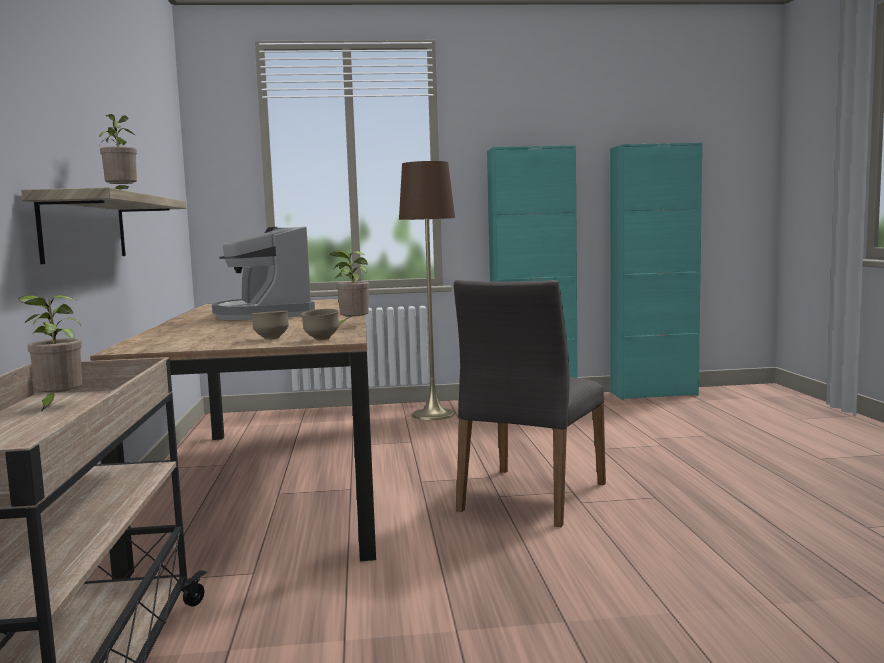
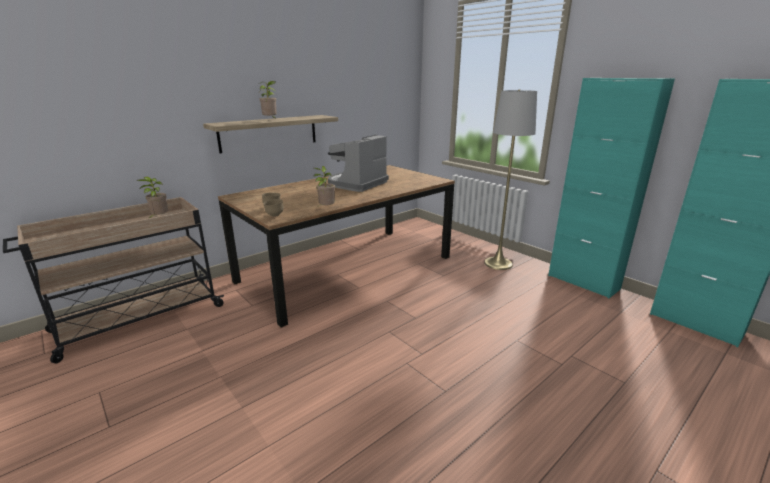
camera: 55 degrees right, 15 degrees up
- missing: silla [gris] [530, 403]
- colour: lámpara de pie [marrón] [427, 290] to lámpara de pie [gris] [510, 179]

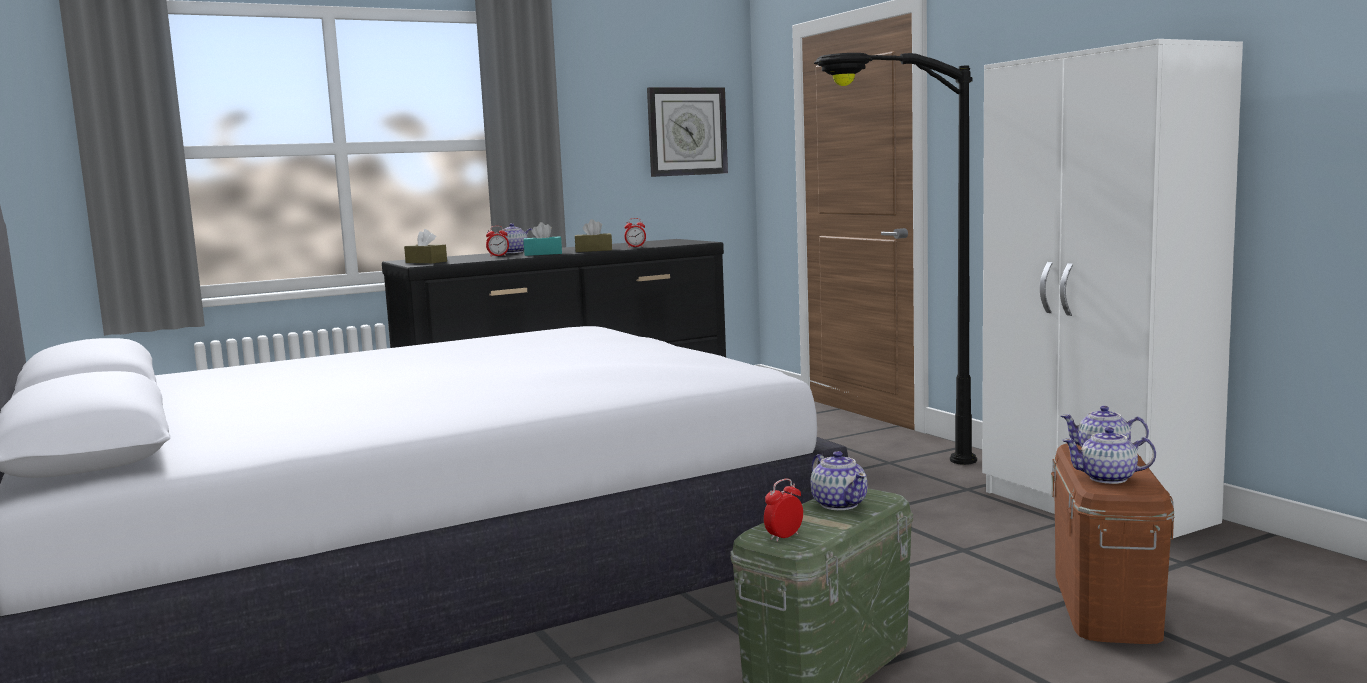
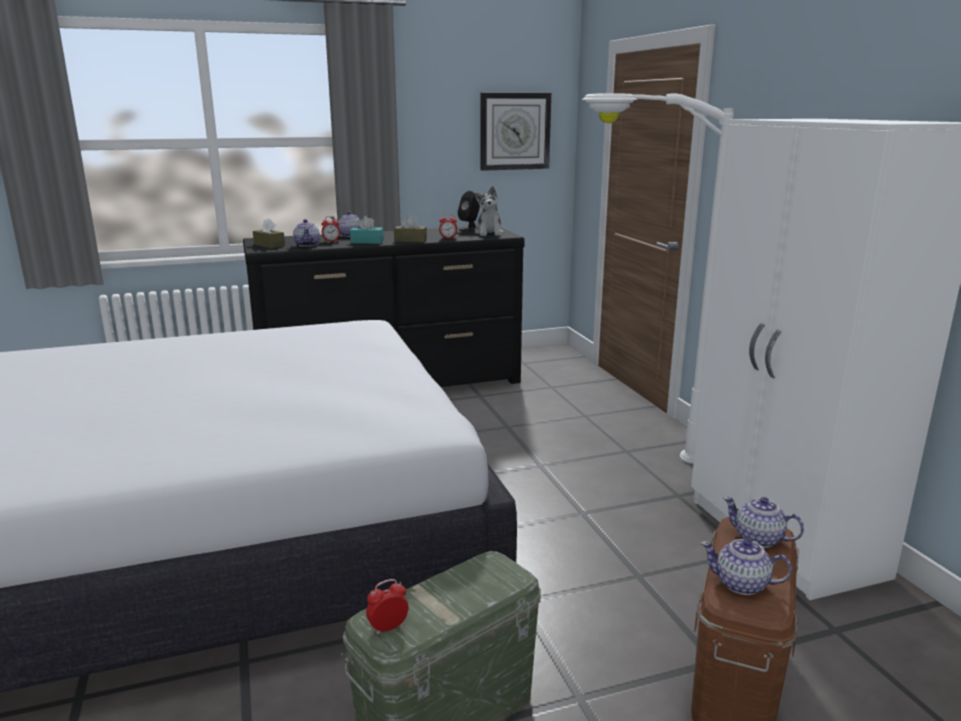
camera: 10 degrees right, 10 degrees up
- appeared: altavoz [negro] [469, 211]
- appeared: peluche [489, 211]
- relocated: tetera [839, 480] to [306, 233]
- colour: lámpara de pie [negro] [895, 259] to lámpara de pie [blanco] [658, 278]

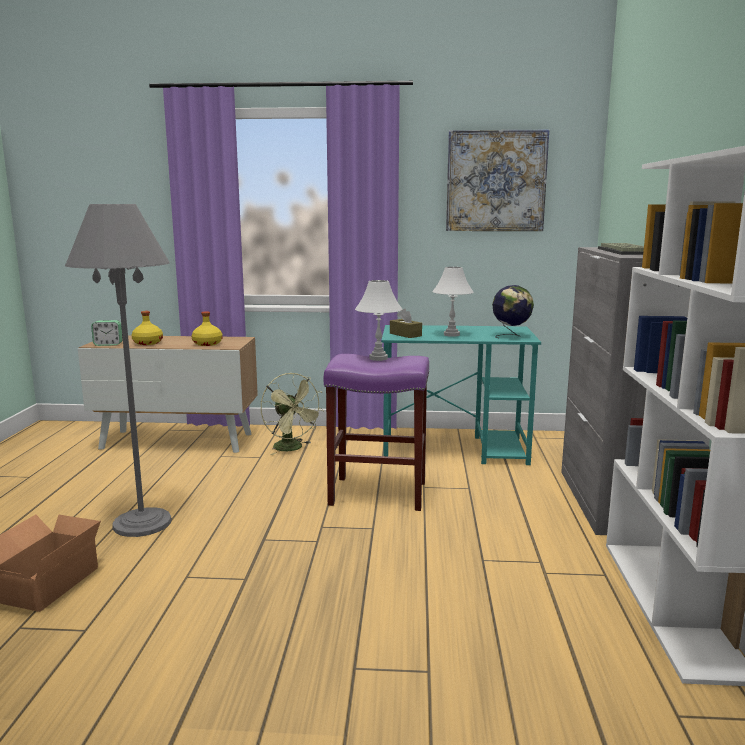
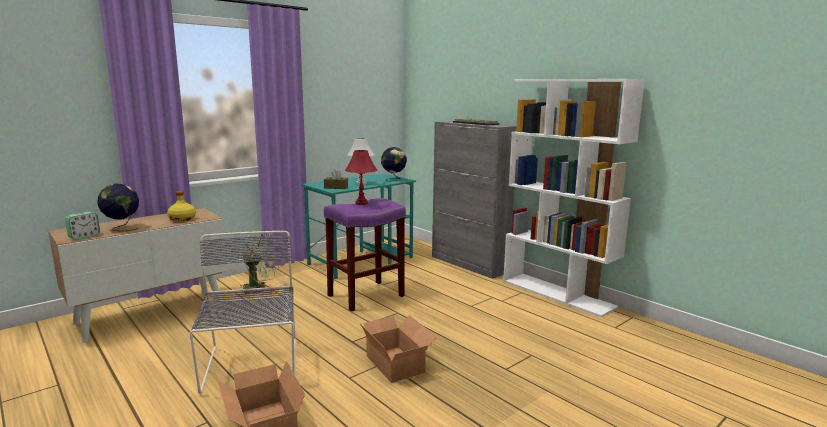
camera: 45 degrees left, 0 degrees up
- missing: cuadro [497, 180]
- appeared: caja de cartón [398, 349]
- exchanged: lámpara de pie [gris] [118, 370] to silla [gris] [242, 312]
- exchanged: botella [amarillo] [147, 328] to globo terráqueo [118, 207]
- colour: lámpara de mesa [blanco] [379, 320] to lámpara de mesa [rojo] [361, 177]

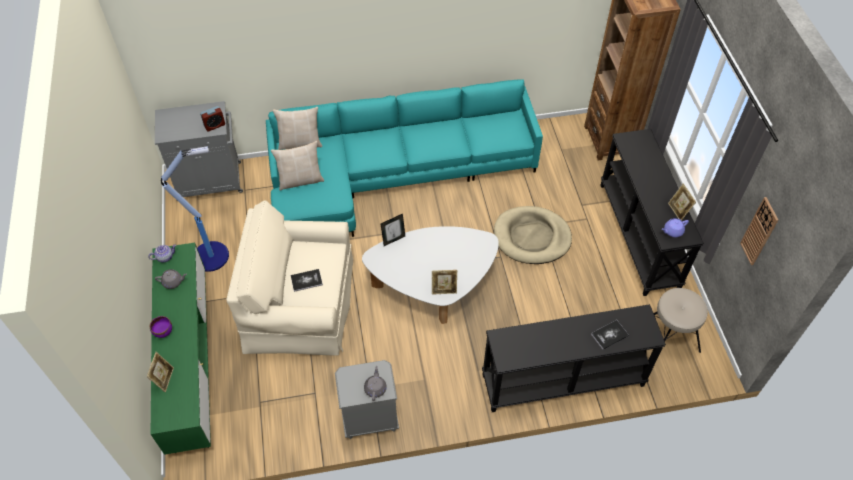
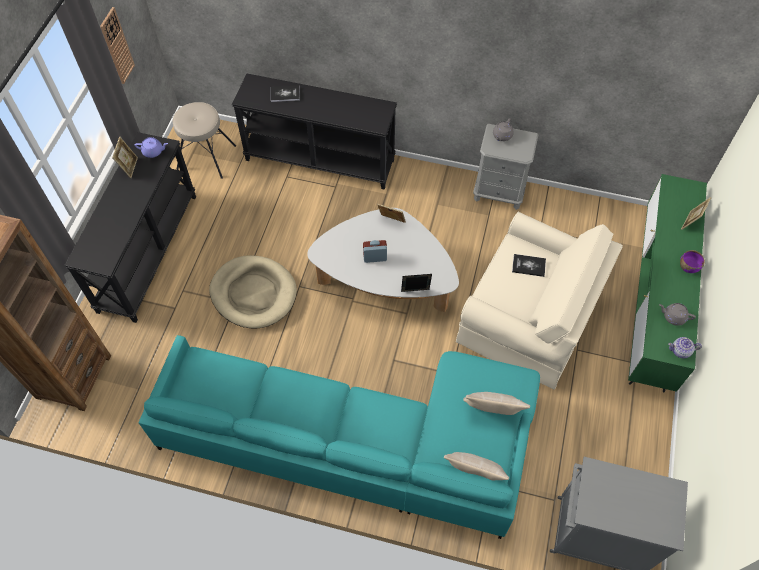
camera: 155 degrees left, 5 degrees up
- missing: lámpara de pie [195, 209]
- relocated: despertador [212, 118] to [375, 251]

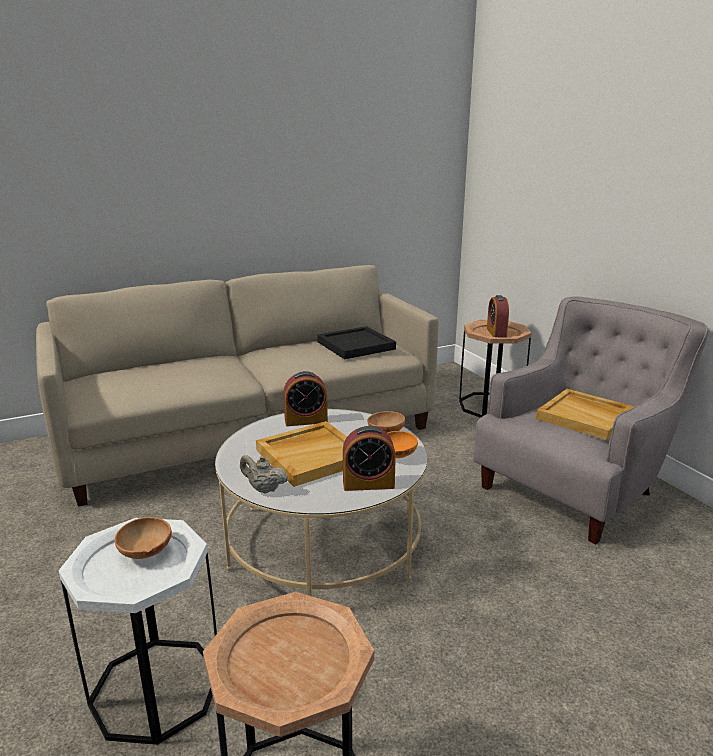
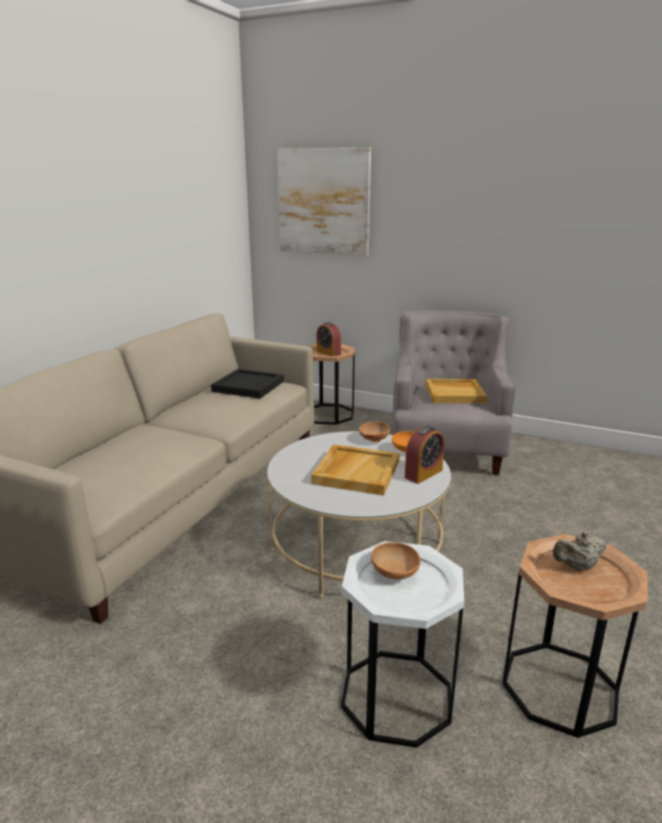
camera: 40 degrees left, 0 degrees up
- missing: despertador [306, 398]
- appeared: cuadro [324, 201]
- relocated: tetera [beis] [264, 474] to [580, 551]

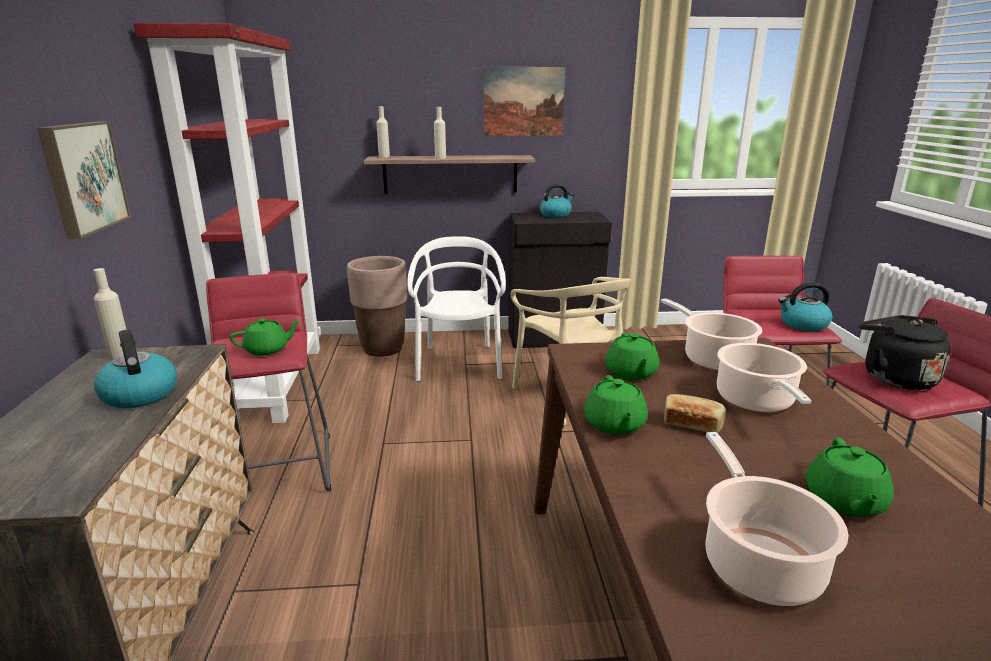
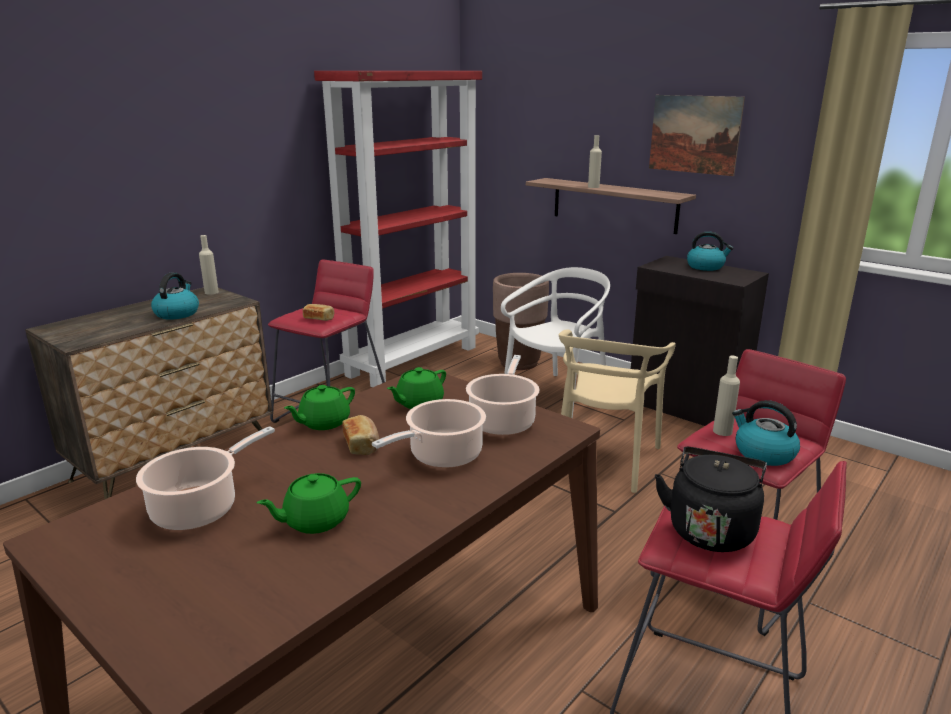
camera: 45 degrees right, 0 degrees up
- missing: cuadro [84, 180]
- relocated: botella [beis] [383, 132] to [726, 396]
- exchanged: tetera [verde] [265, 337] to pan [318, 312]

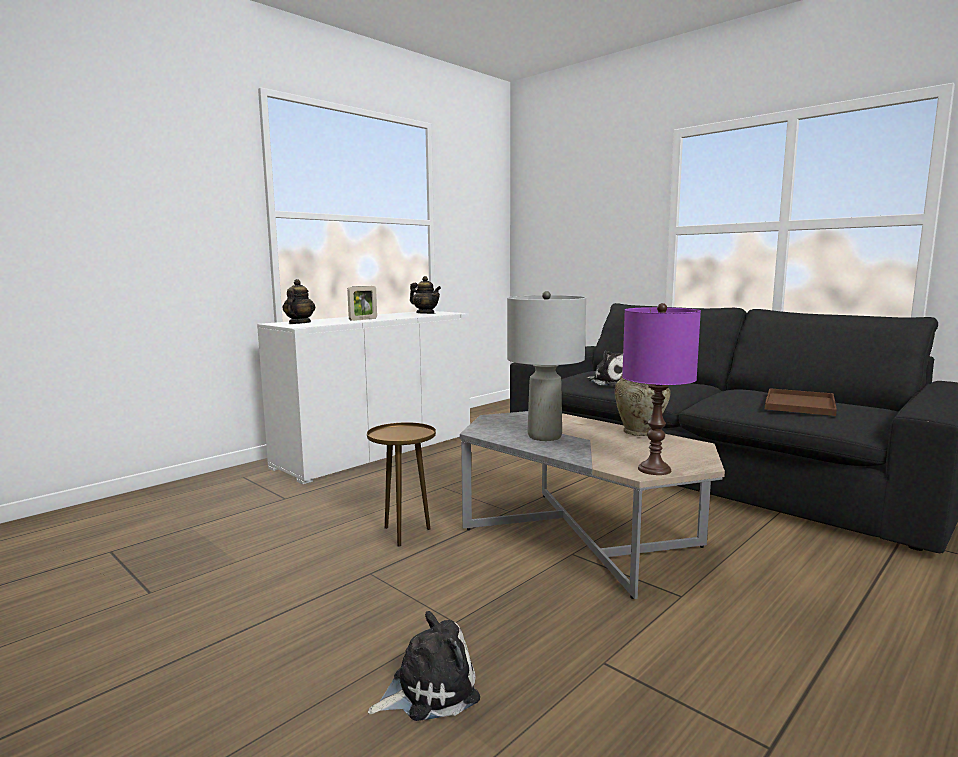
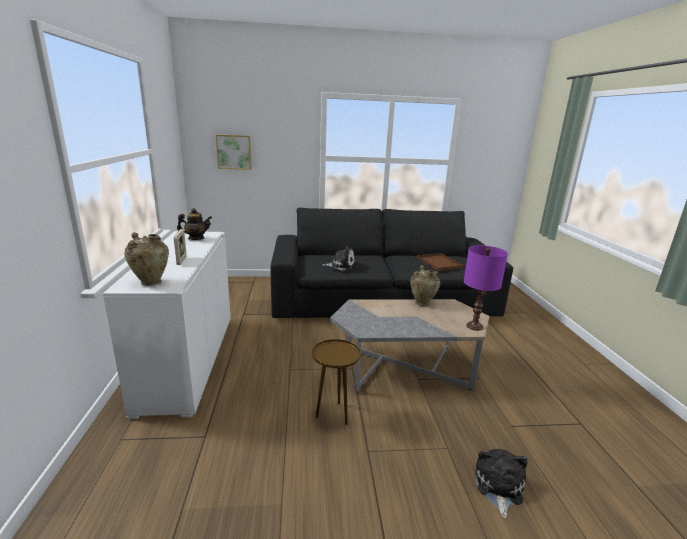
camera: 50 degrees left, 10 degrees up
- missing: lámpara de mesa [gris] [546, 366]
- appeared: cuadro [234, 152]
- exchanged: tetera [298, 301] to florero [beis] [146, 259]

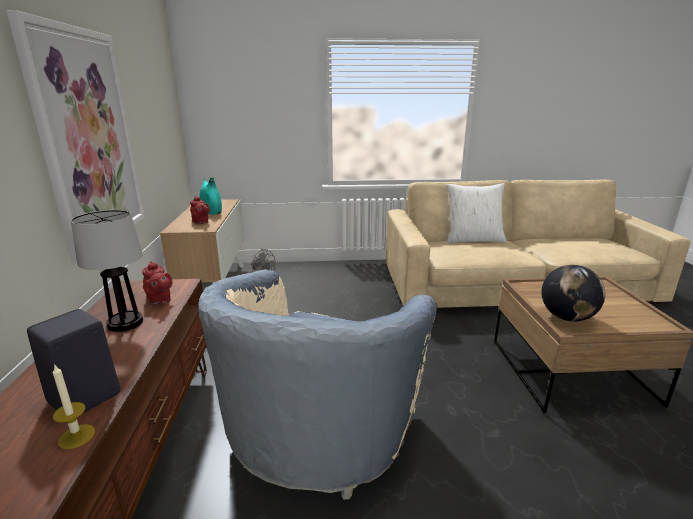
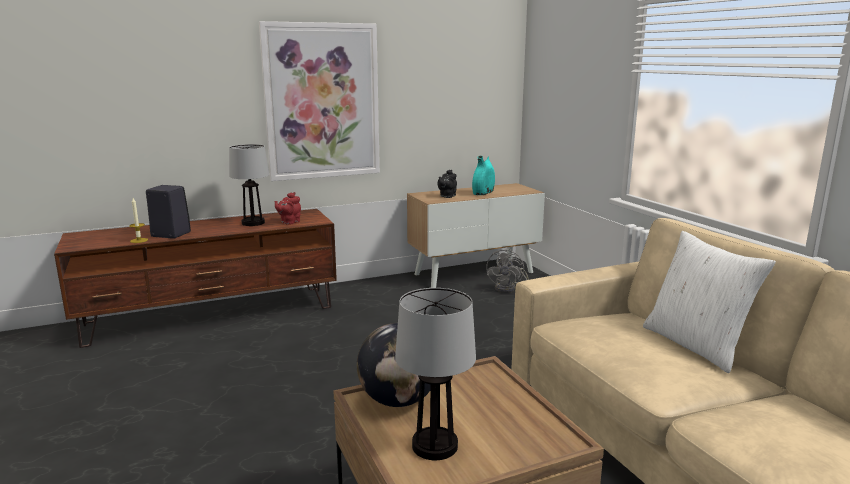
camera: 70 degrees right, 5 degrees down
- missing: sillón [beis] [317, 384]
- appeared: lámpara de mesa [435, 374]
- colour: tetera [rojo] [200, 210] to tetera [negro] [447, 184]

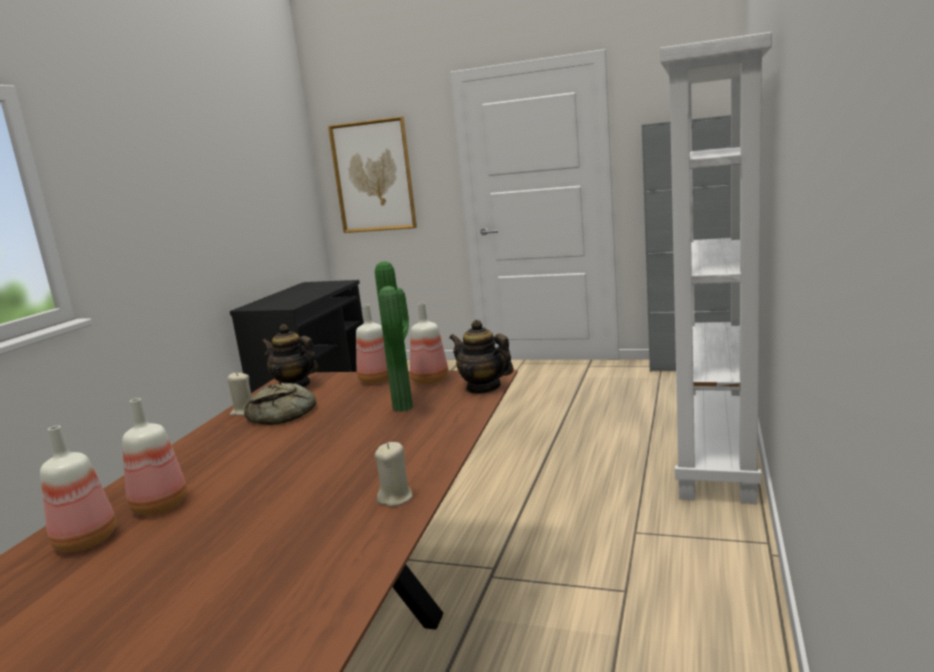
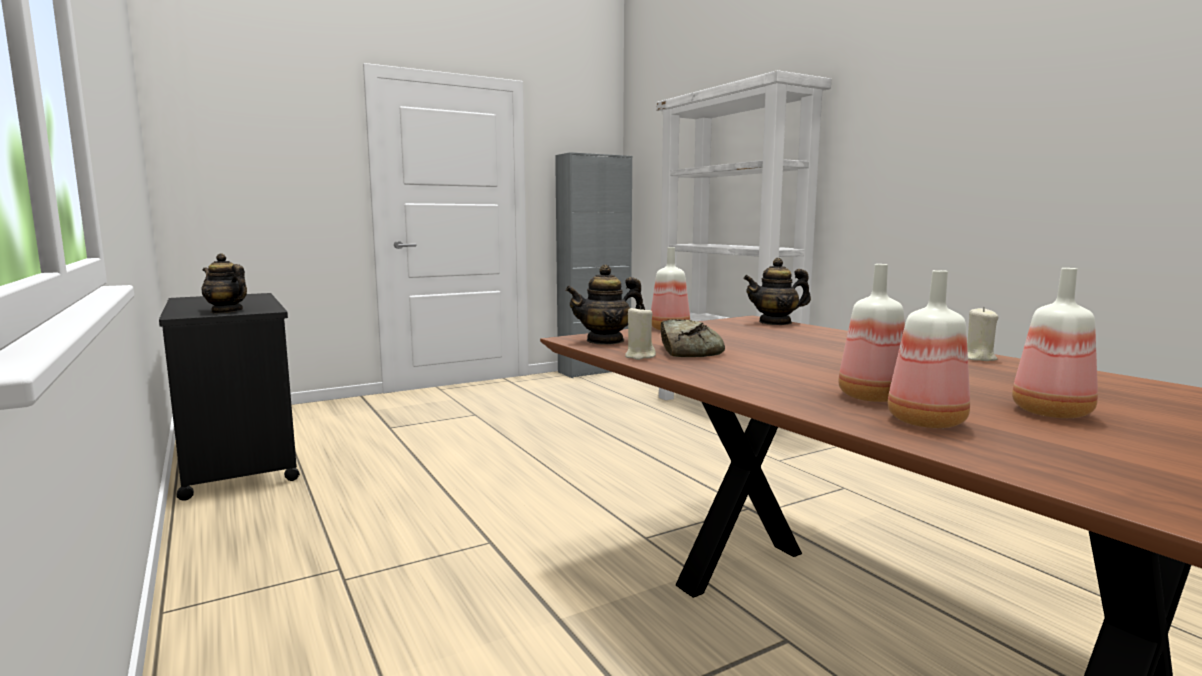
camera: 50 degrees left, 5 degrees down
- missing: cuadro [372, 174]
- missing: planta en maceta [394, 336]
- appeared: tetera [224, 283]
- relocated: botella [429, 343] to [1055, 343]

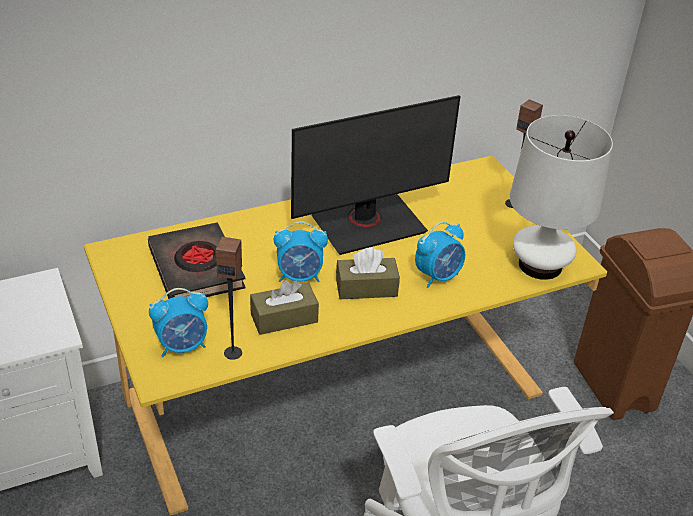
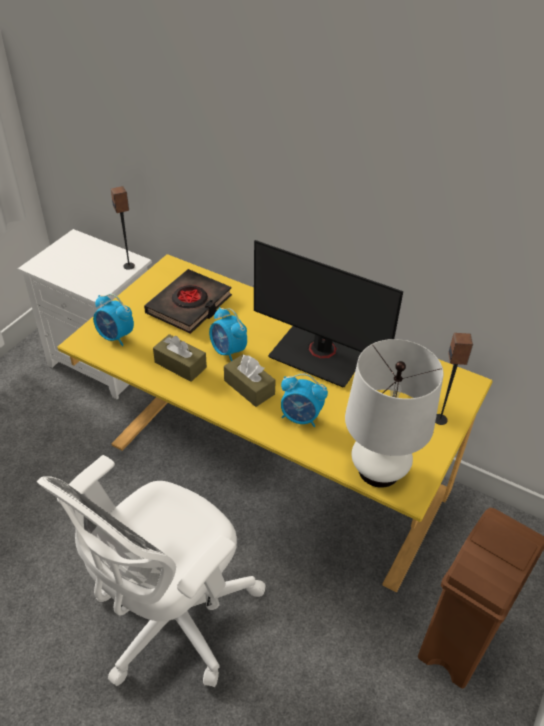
camera: 55 degrees right, 5 degrees up
- relocated: altavoz [229, 298] to [123, 228]

